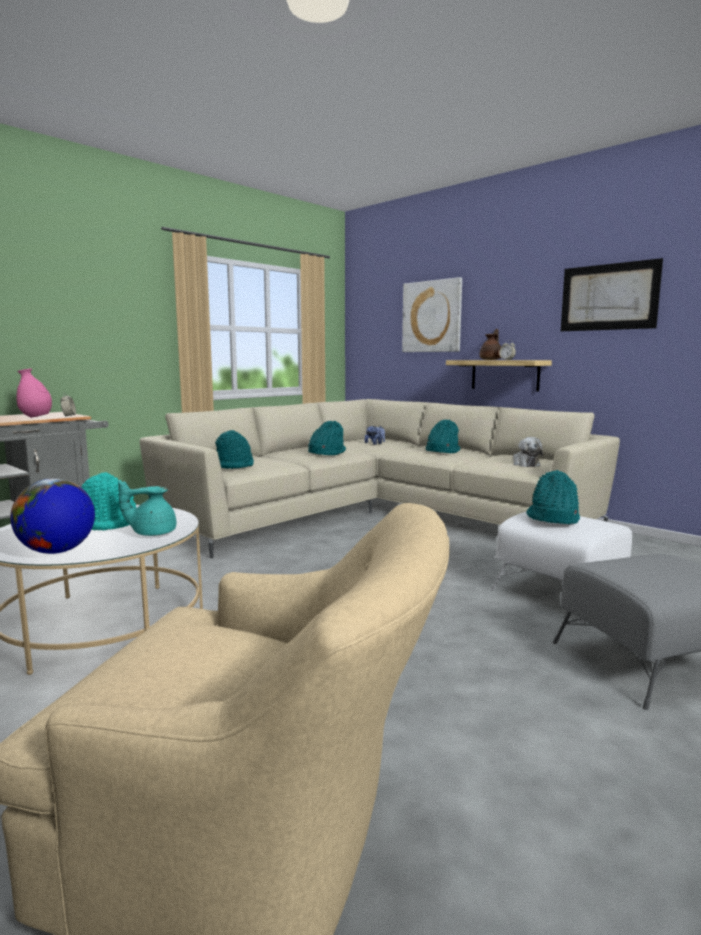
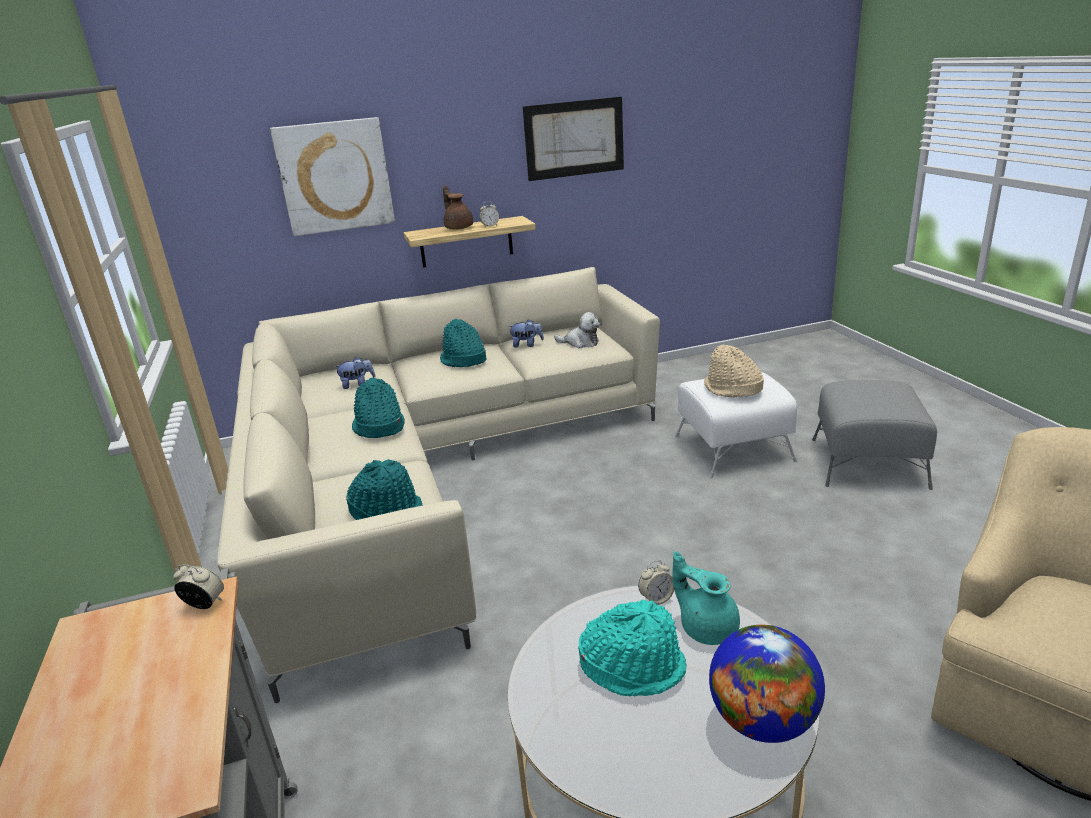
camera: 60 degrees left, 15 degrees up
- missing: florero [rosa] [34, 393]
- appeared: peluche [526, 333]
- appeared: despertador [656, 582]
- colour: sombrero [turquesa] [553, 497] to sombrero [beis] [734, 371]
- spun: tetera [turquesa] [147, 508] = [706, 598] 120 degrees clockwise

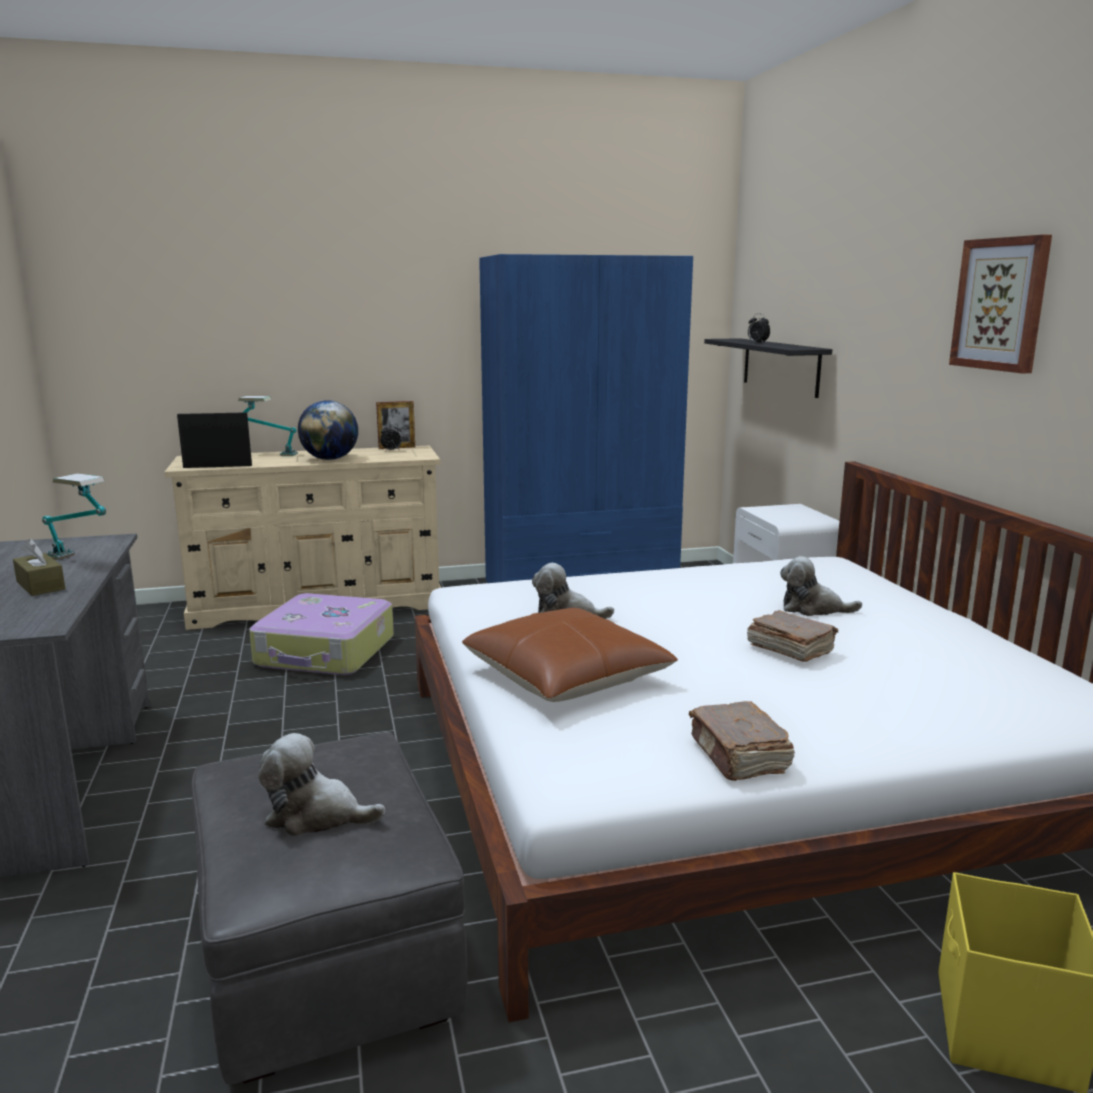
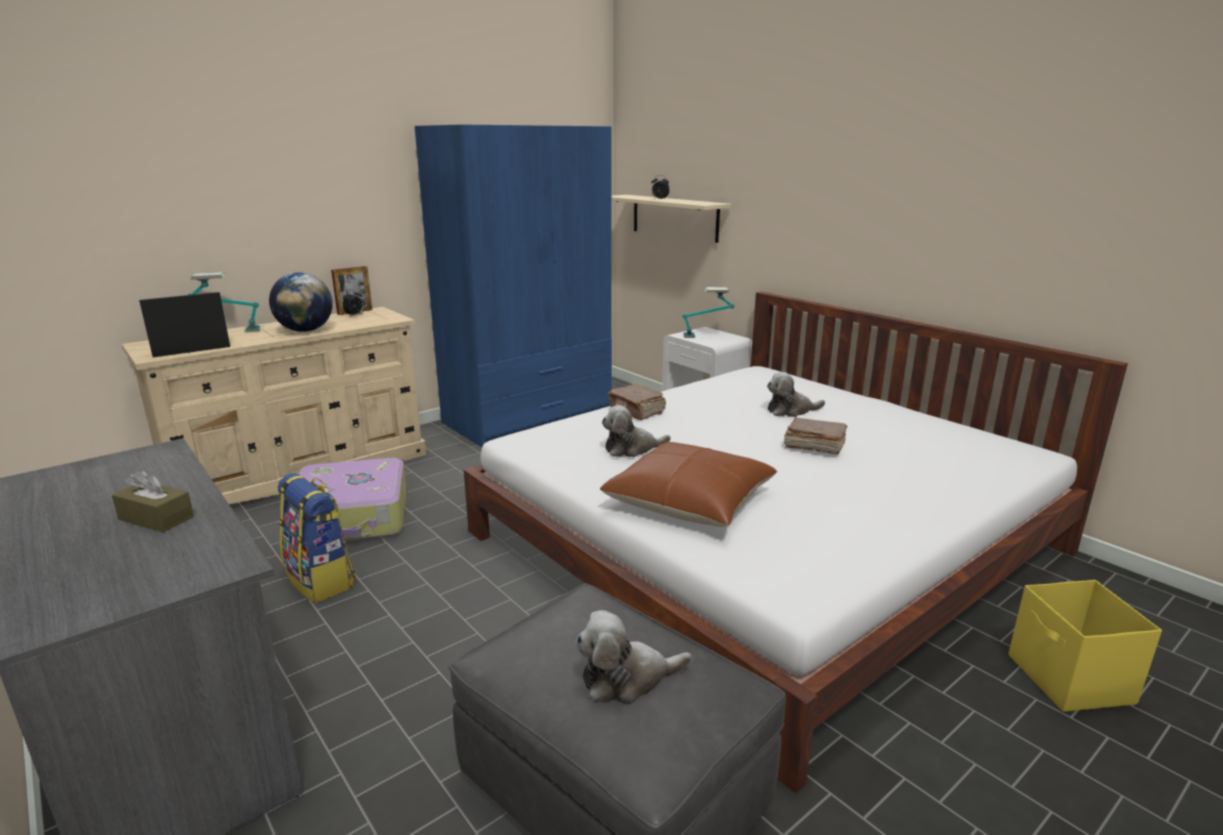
camera: 25 degrees left, 5 degrees up
- missing: cuadro [1000, 304]
- appeared: mochila [317, 538]
- relocated: lámpara de mesa [74, 516] to [708, 312]
- relocated: libro [marrón] [742, 741] to [636, 402]
- colour: estante [negro] [768, 368] to estante [beis] [671, 219]

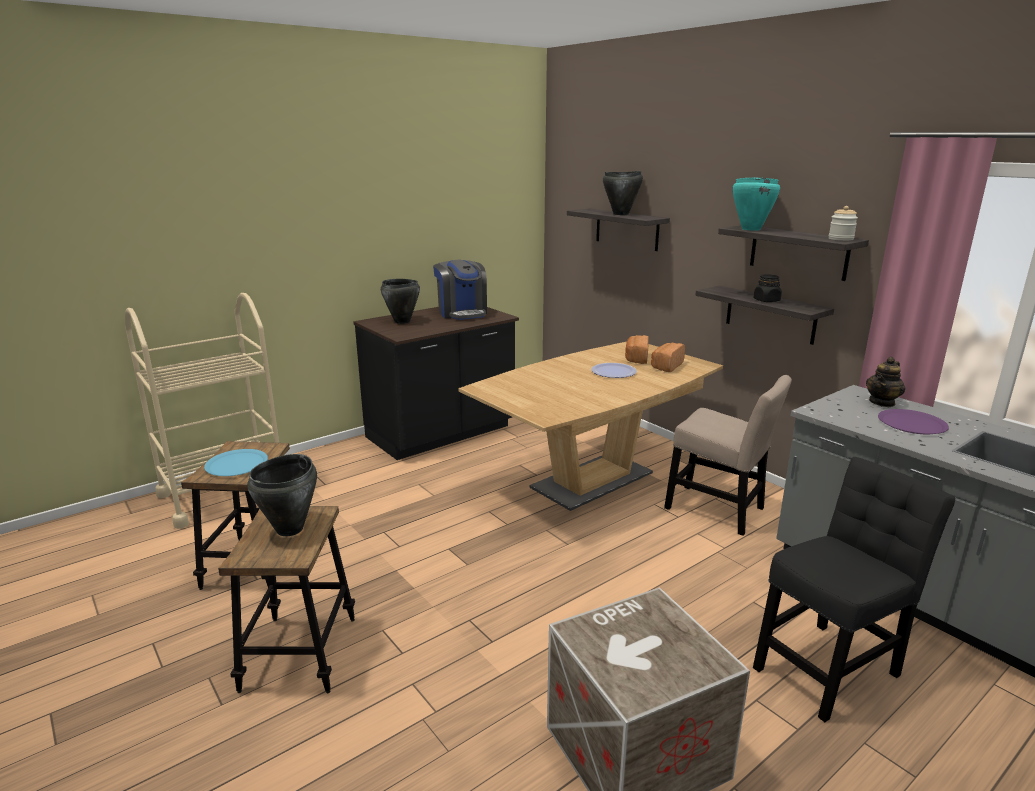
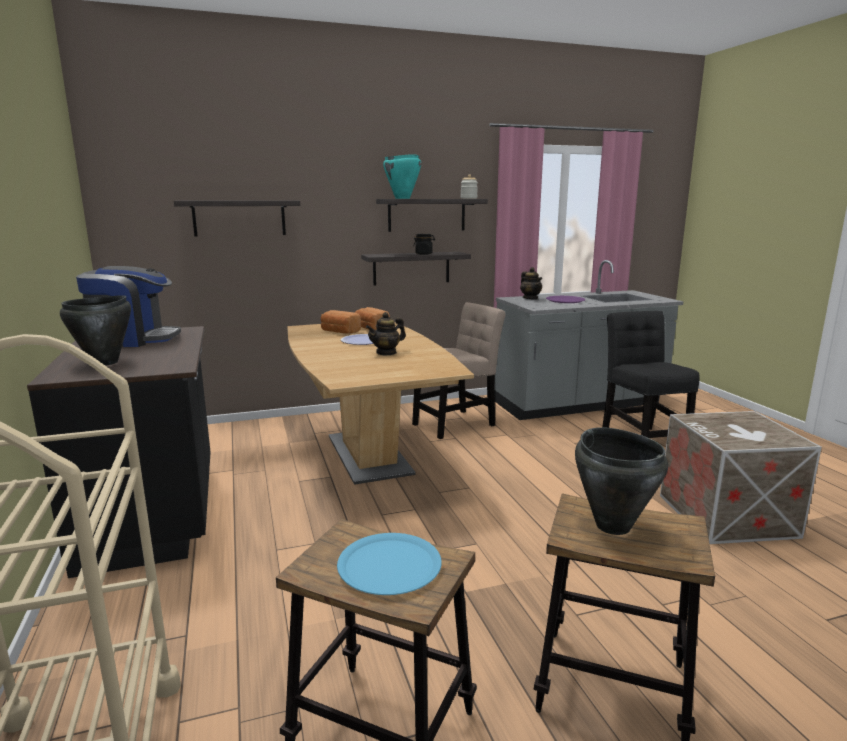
camera: 70 degrees left, 5 degrees down
- missing: olla [negro] [623, 193]
- appeared: tetera [386, 334]

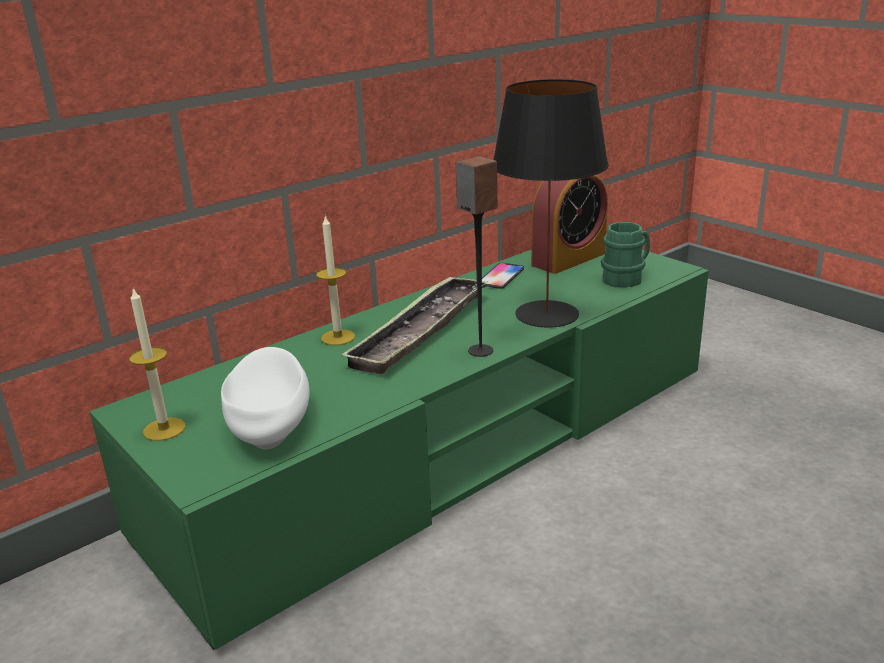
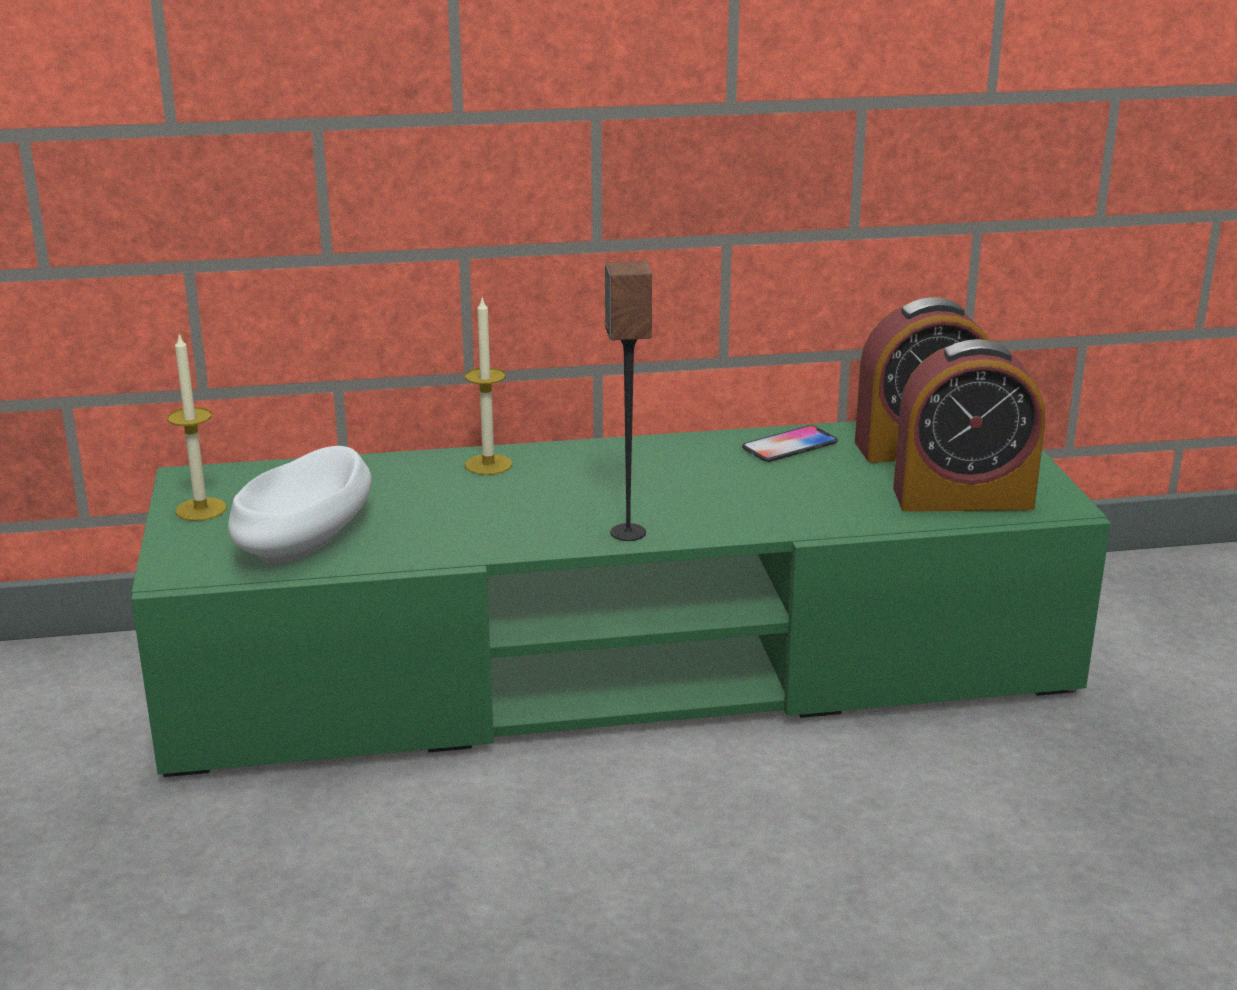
camera: 30 degrees right, 0 degrees up
- missing: bandeja [414, 325]
- missing: lámpara de mesa [negro] [551, 203]
- exchanged: taza grande [verde] [625, 255] to despertador [969, 425]

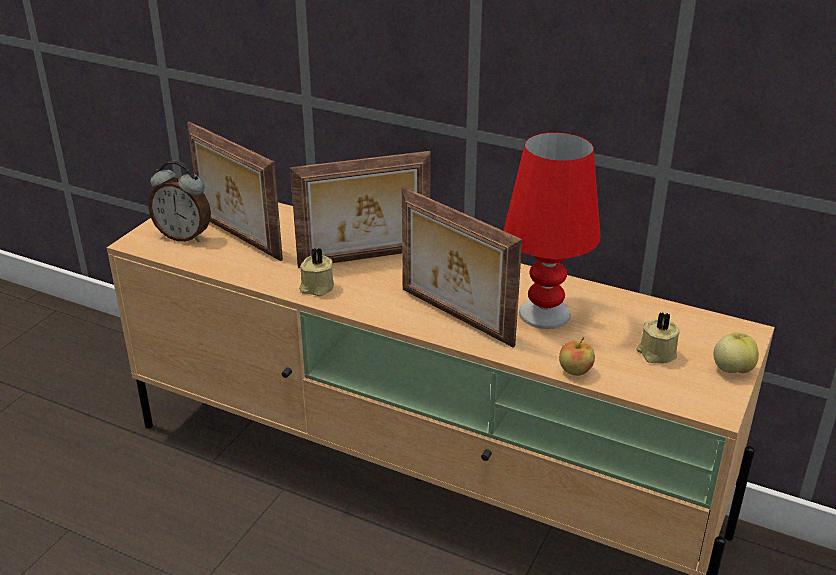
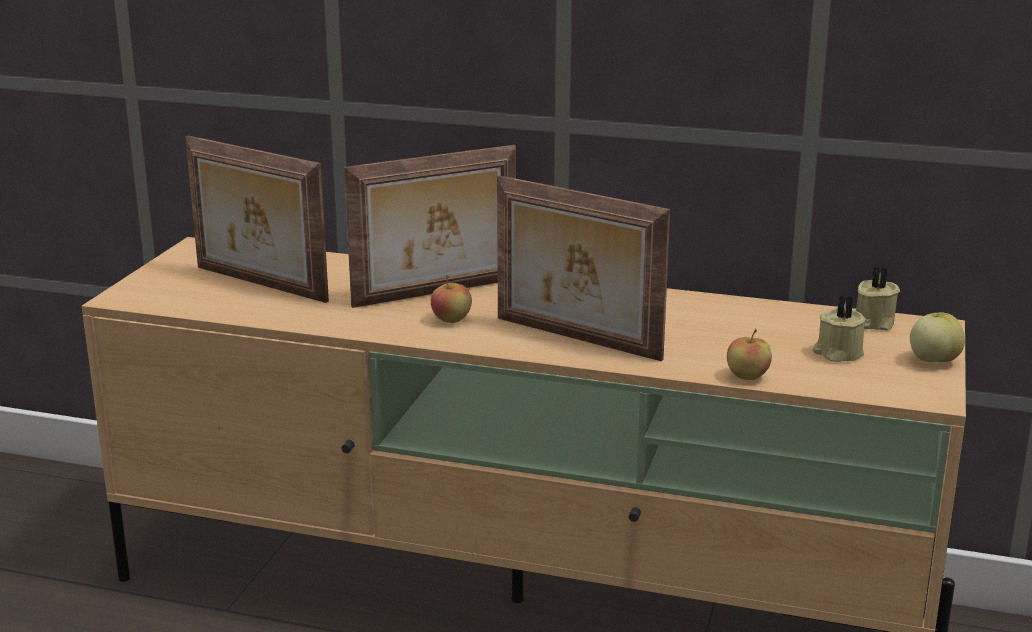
camera: 10 degrees left, 10 degrees down
- missing: despertador [179, 201]
- missing: lámpara de mesa [rojo] [552, 230]
- appeared: manzana [451, 299]
- relocated: vela [beis] [316, 272] to [878, 298]

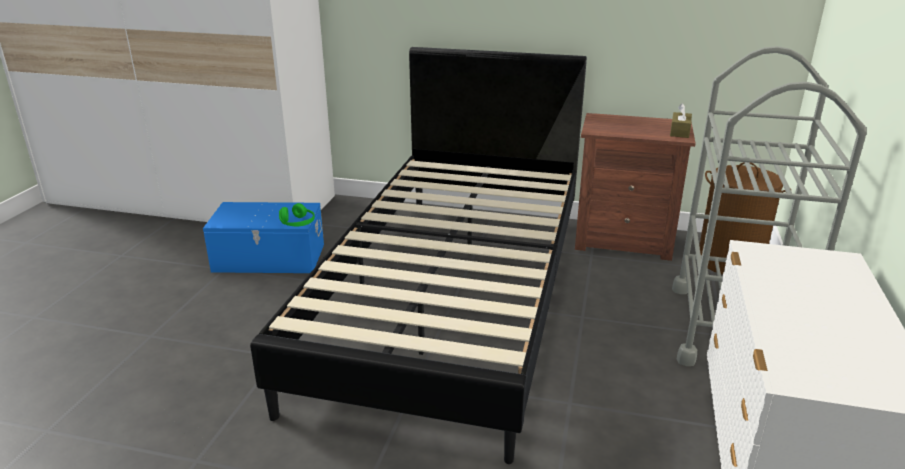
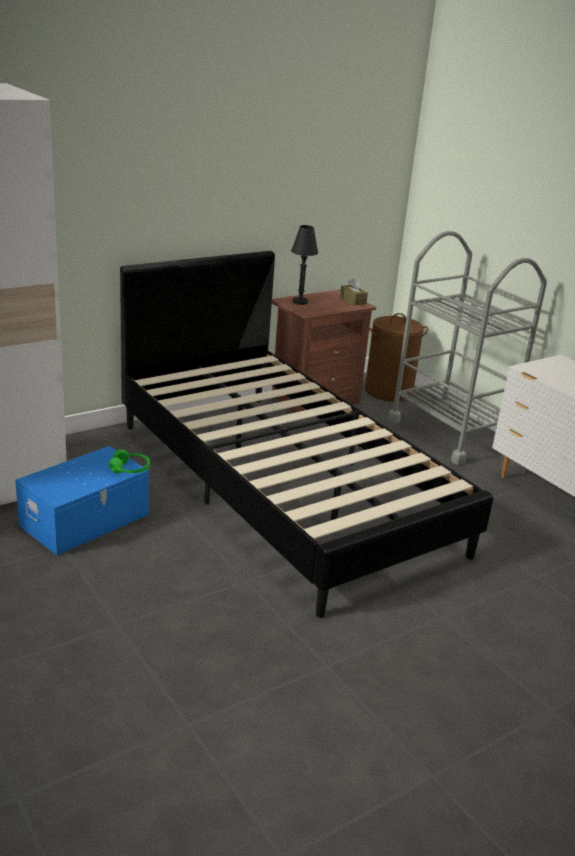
camera: 50 degrees left, 0 degrees up
- appeared: lámpara de mesa [negro] [304, 265]

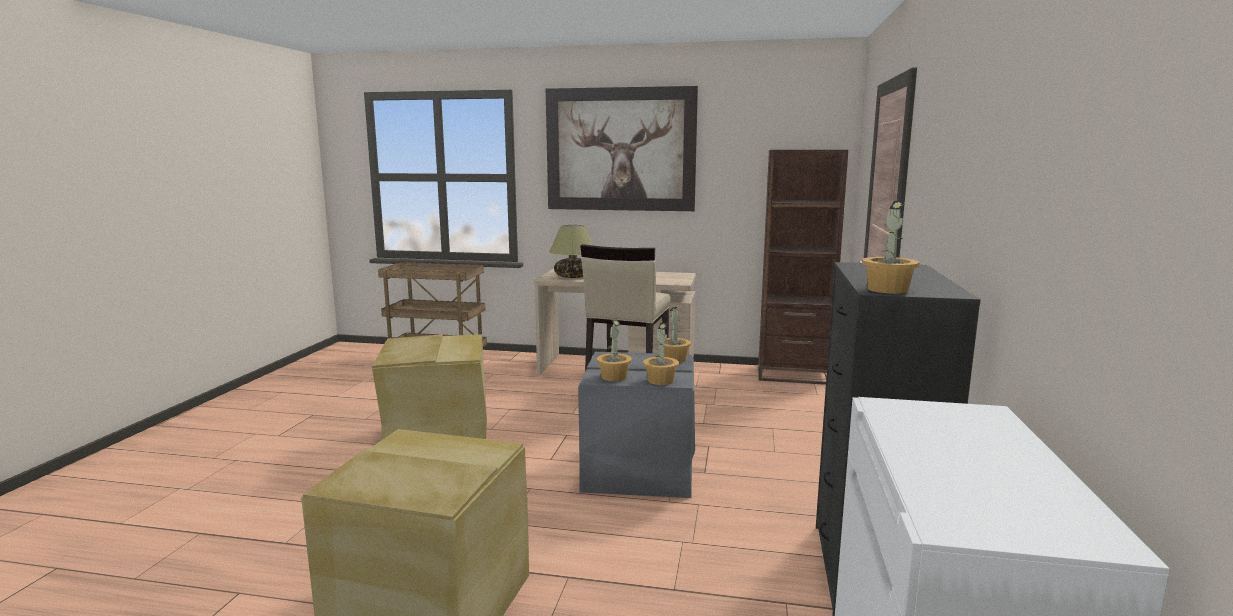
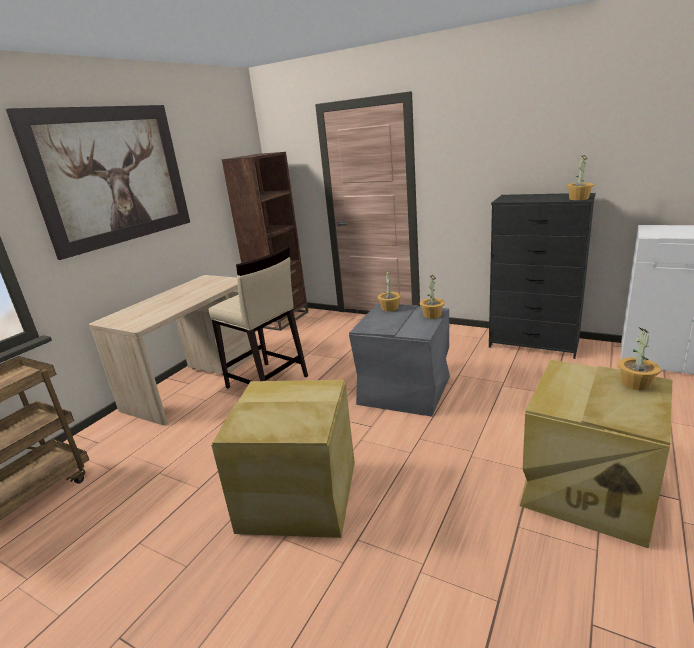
camera: 70 degrees left, 10 degrees up
- missing: lámpara de mesa [571, 251]
- relocated: planta en maceta [614, 350] to [639, 359]

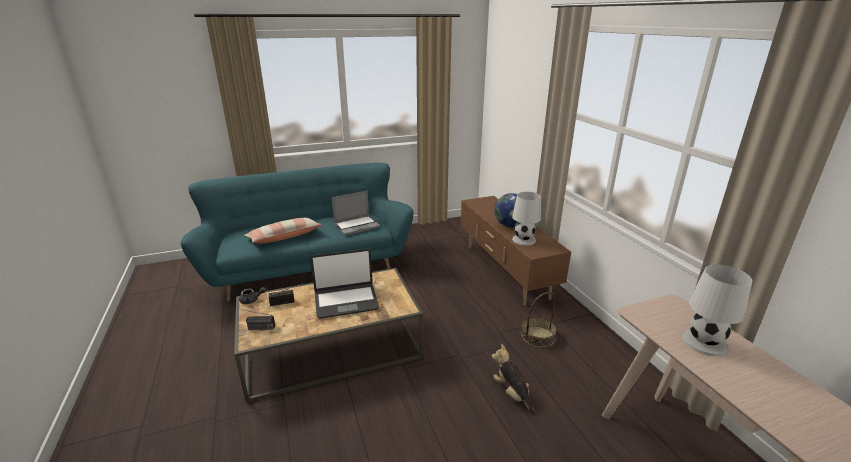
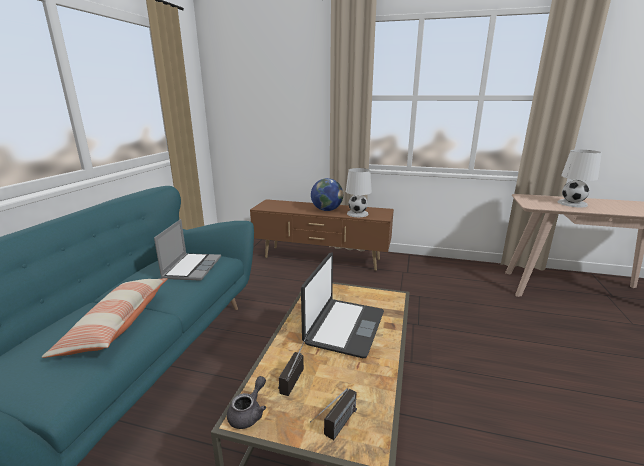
camera: 55 degrees left, 5 degrees down
- missing: peluche [514, 379]
- missing: cesta [539, 320]

